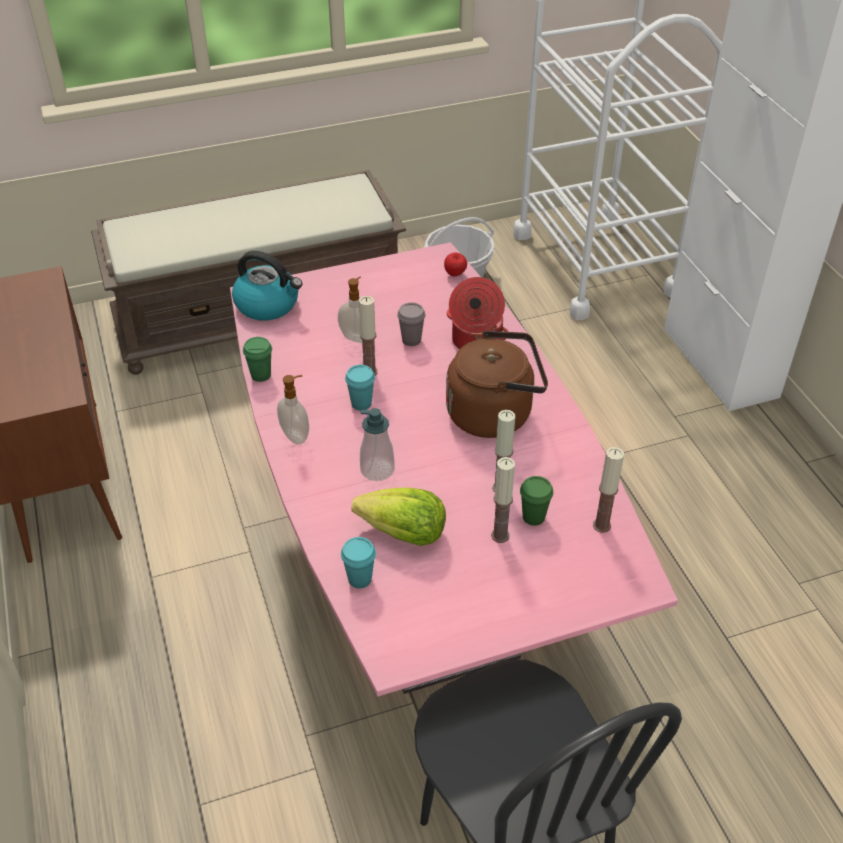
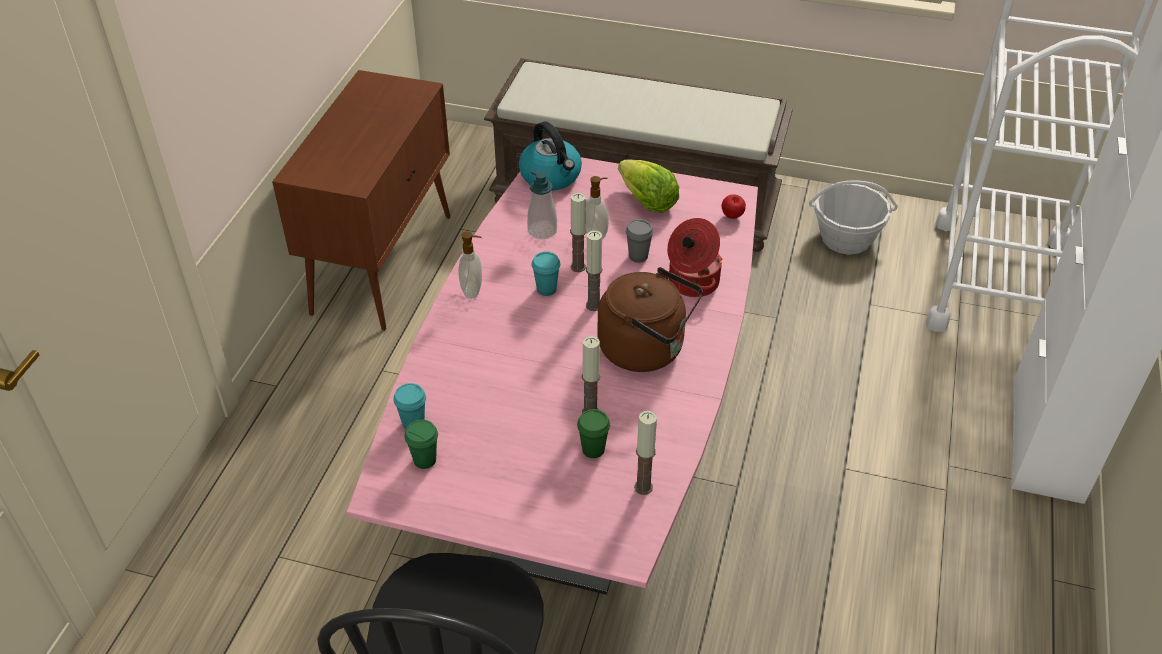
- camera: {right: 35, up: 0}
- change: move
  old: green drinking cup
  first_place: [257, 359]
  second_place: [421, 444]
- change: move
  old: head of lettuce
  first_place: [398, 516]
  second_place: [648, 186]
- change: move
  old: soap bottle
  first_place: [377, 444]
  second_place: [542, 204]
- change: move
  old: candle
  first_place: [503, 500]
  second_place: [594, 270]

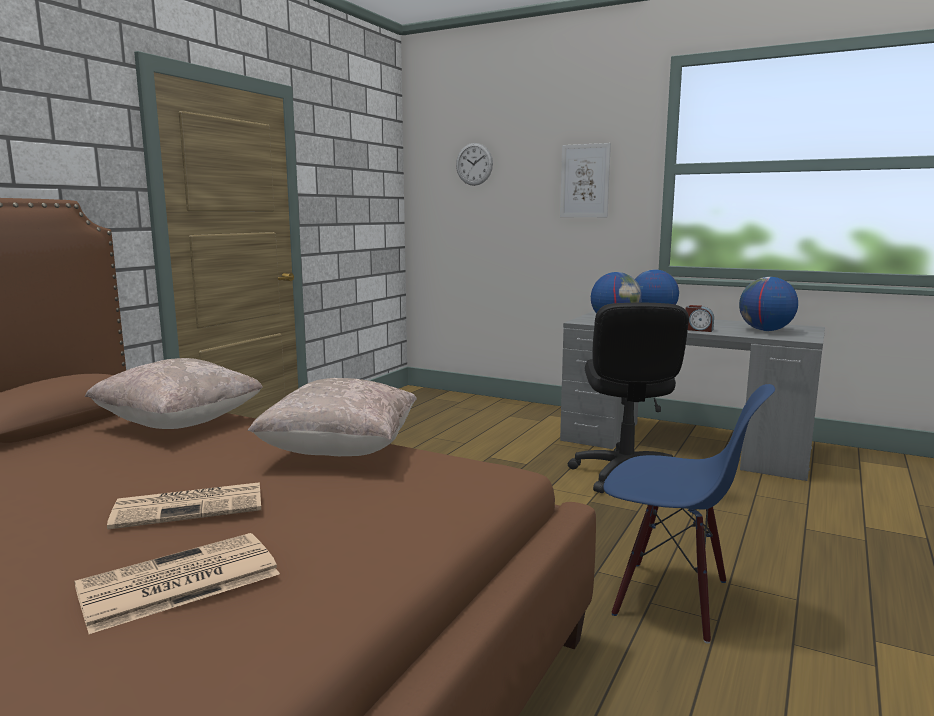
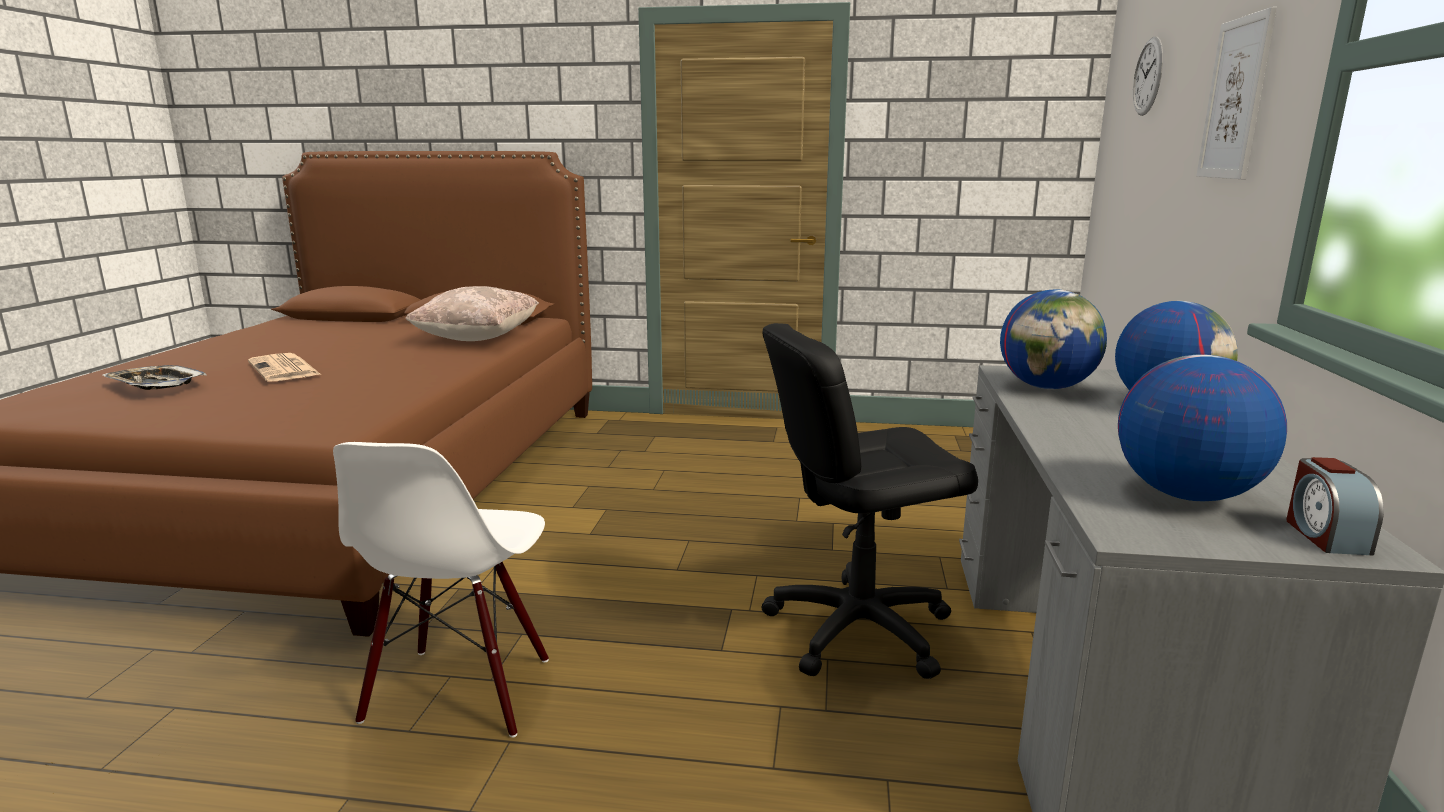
- camera: {right: 70, up: 5}
- change: delete
  old: beige-coloured throw pillow
  first_place: [332, 417]
- change: move
  old: alarm clock
  first_place: [700, 318]
  second_place: [1335, 506]
- change: replace
  old: printed paper
  new: serving tray
  first_place: [177, 583]
  second_place: [154, 377]
- change: recolor
  old: blue-coloured chair
  new: whitish chair
  first_place: [689, 514]
  second_place: [441, 590]

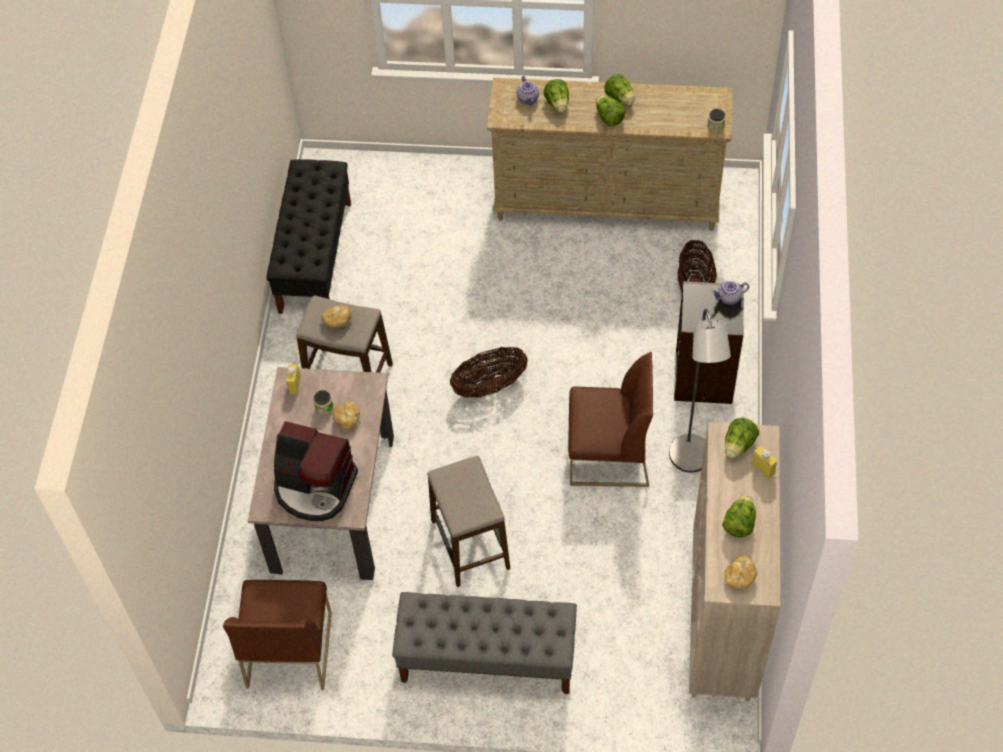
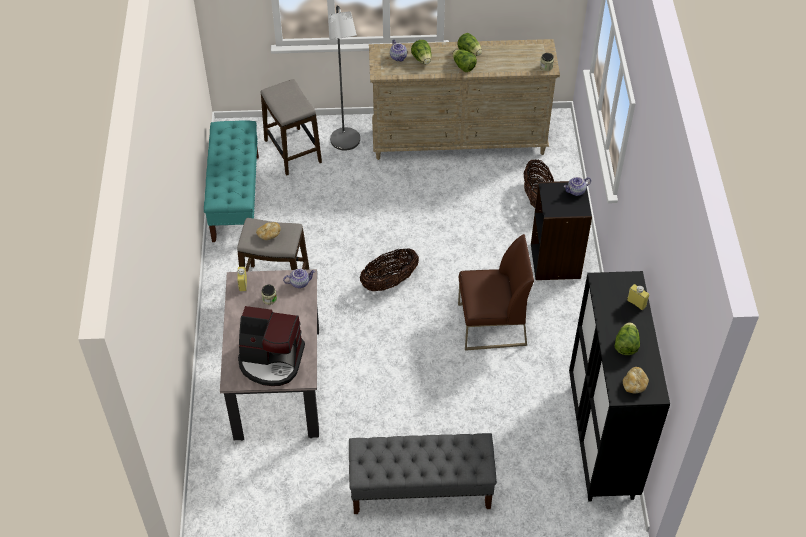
- camera: {right: -10, up: -5}
- change: delete
  old: brownish chair
  first_place: [277, 635]
- change: delete
  old: bakery bread
  first_place: [346, 415]
- change: delete
  old: head of lettuce
  first_place: [742, 438]
- change: insert
  new: tea pot
  second_place: [299, 278]
- change: move
  old: sitting stool
  first_place: [469, 521]
  second_place: [291, 127]
- change: move
  old: grey standard lamp
  first_place: [700, 391]
  second_place: [344, 78]
- change: recolor
  old: black-coloured long seat
  new: turquoise-coloured long seat
  first_place: [308, 236]
  second_place: [231, 181]
- change: recolor
  old: beige-coloured storage cabinet
  new: black-coloured storage cabinet
  first_place: [734, 561]
  second_place: [619, 386]

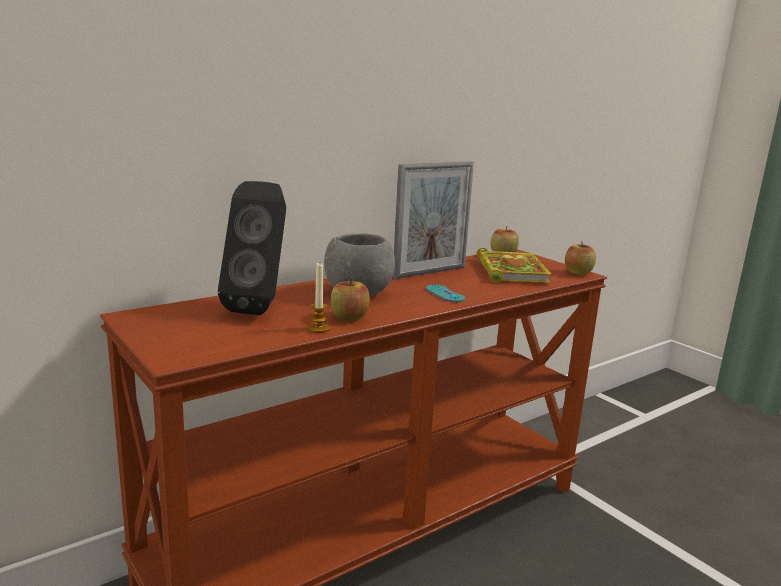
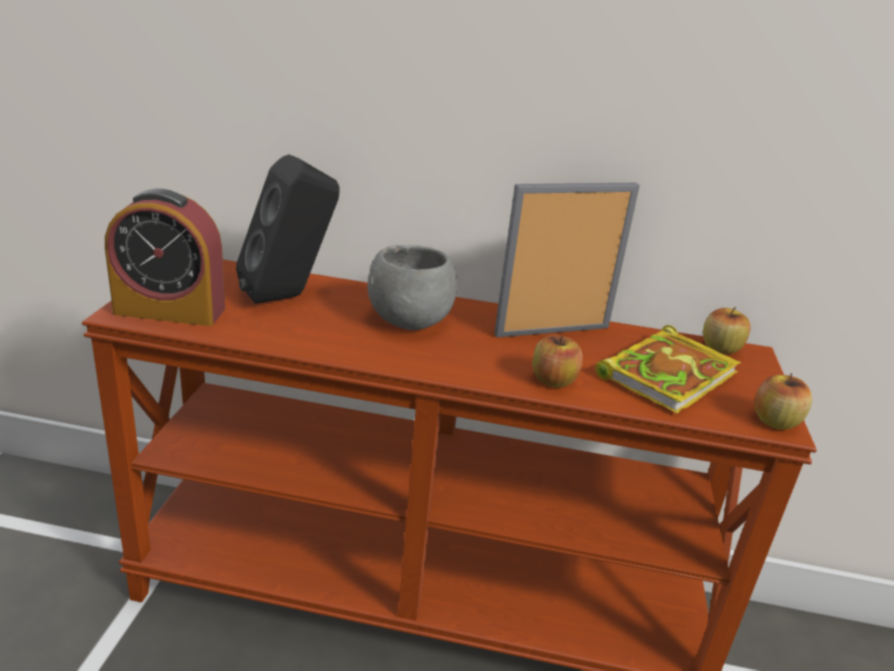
- camera: {right: 45, up: 10}
- change: delete
  old: candle
  first_place: [318, 298]
- change: delete
  old: turquoise-coloured gamepad
  first_place: [445, 293]
- change: insert
  new: alarm clock
  second_place: [165, 257]
- change: move
  old: apple fruit
  first_place: [350, 299]
  second_place: [558, 361]
- change: rotate
  old: photo frame
  first_place: [433, 220]
  second_place: [567, 260]
  degrees: 150

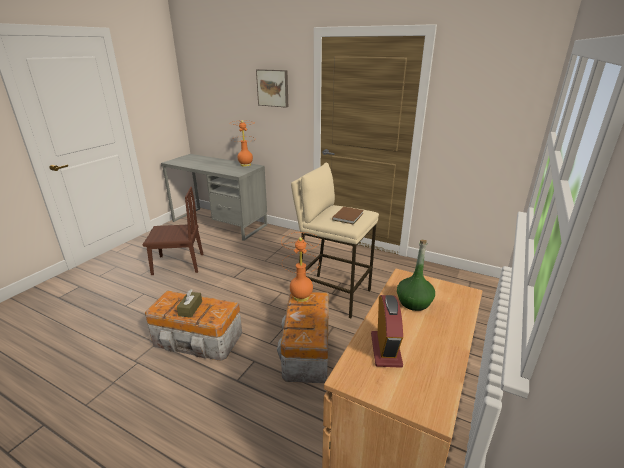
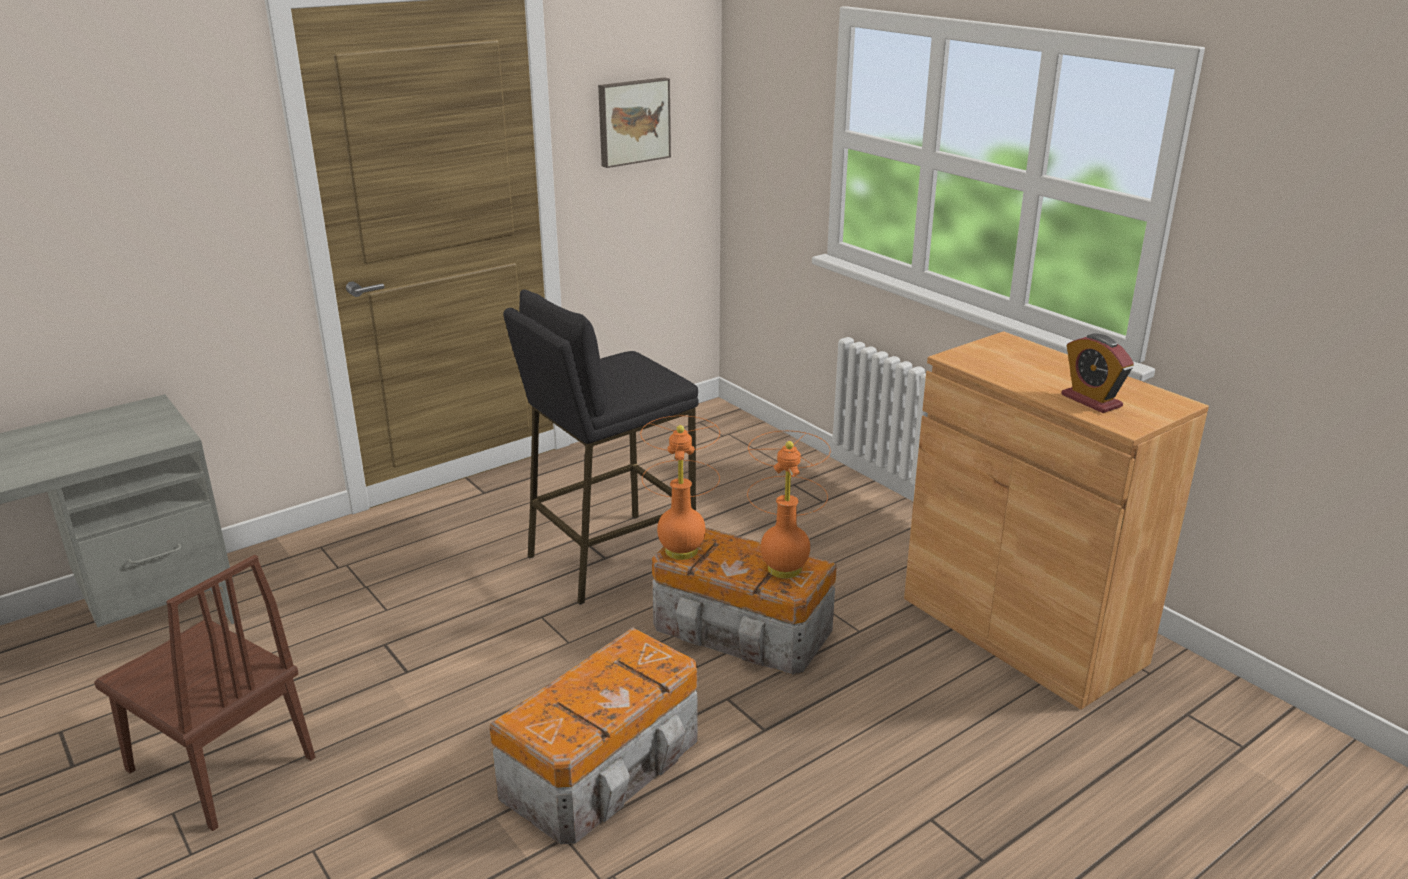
- camera: {right: -65, up: 0}
- change: delete
  old: brownish tissue holder
  first_place: [189, 303]
- change: delete
  old: brownish book
  first_place: [348, 216]
- change: delete
  old: green bottle
  first_place: [416, 275]
- change: move
  old: orange lamp for a table
  first_place: [243, 143]
  second_place: [789, 505]
- change: move
  old: picture
  first_place: [272, 88]
  second_place: [634, 122]
- change: recolor
  old: beige-coloured sitting stool
  new: black-coloured sitting stool
  first_place: [335, 240]
  second_place: [601, 447]
- change: rotate
  old: brownish chair
  first_place: [172, 231]
  second_place: [204, 693]
  degrees: 105
- change: rotate
  old: alarm clock
  first_place: [387, 331]
  second_place: [1098, 373]
  degrees: -150

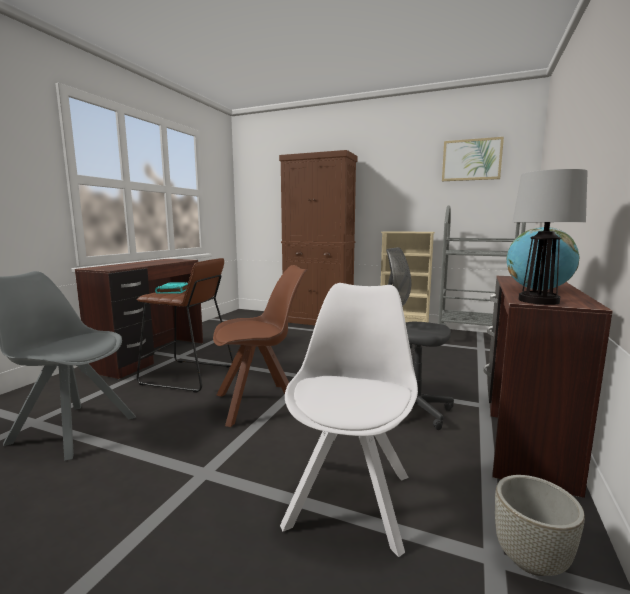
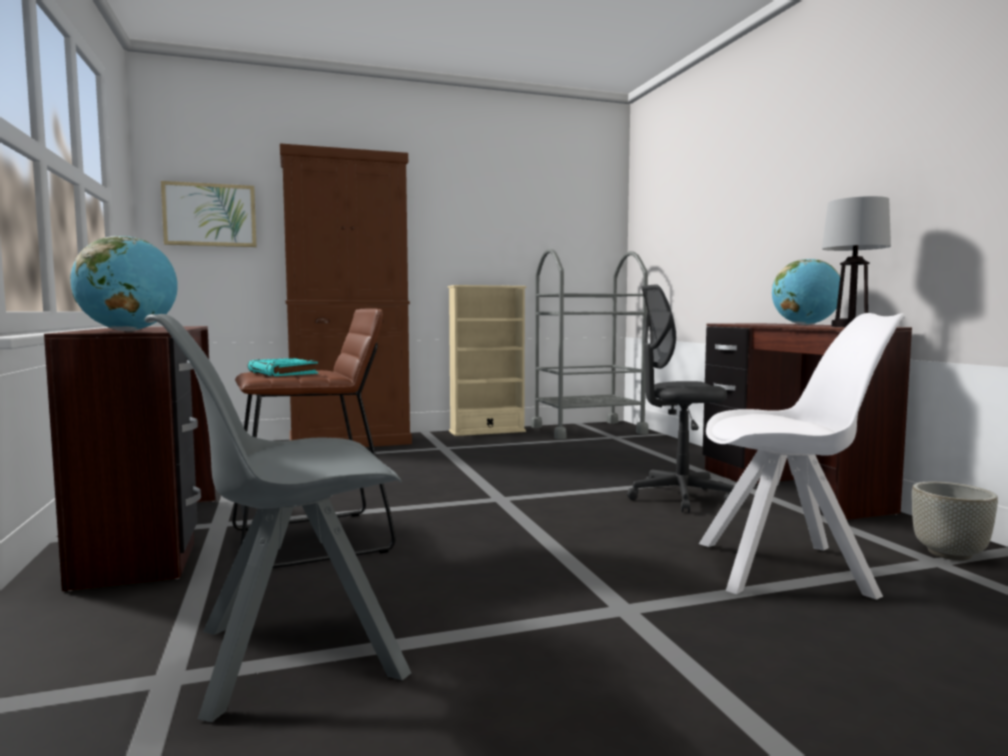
- camera: {right: -40, up: -5}
- change: delete
  old: brownish chair
  first_place: [260, 346]
- change: insert
  new: globe
  second_place: [124, 283]
- change: move
  old: picture
  first_place: [473, 159]
  second_place: [209, 214]
- change: rotate
  old: whitish chair
  first_place: [349, 420]
  second_place: [802, 456]
  degrees: 120

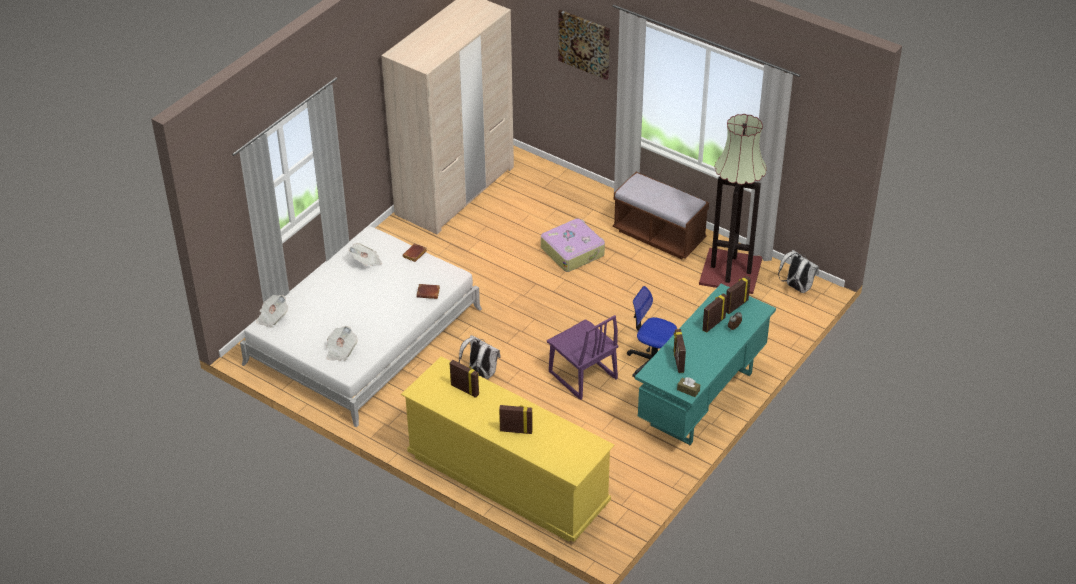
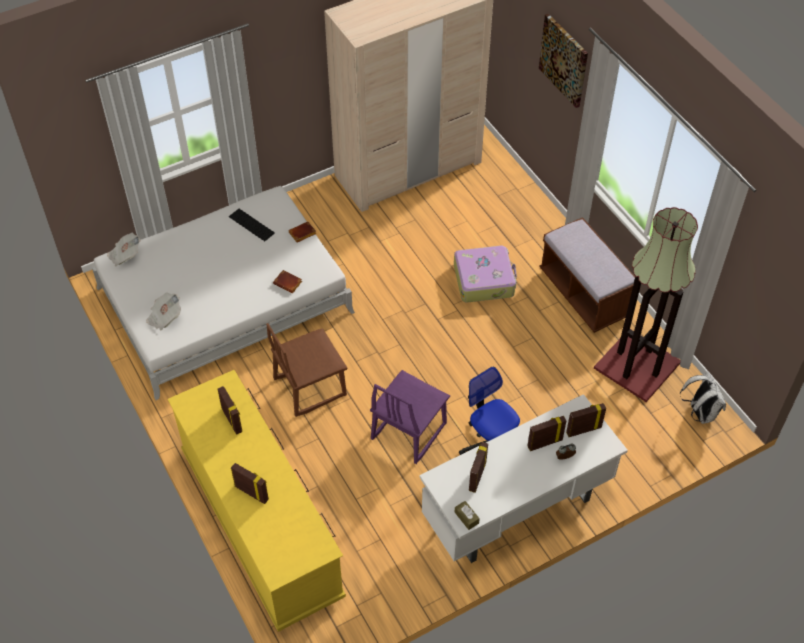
- camera: {right: 25, up: 10}
- change: replace
  old: printed paper
  new: PC keyboard
  first_place: [365, 254]
  second_place: [252, 225]
- change: replace
  old: whitish backpack
  new: brownish chair
  first_place: [480, 357]
  second_place: [306, 370]
- change: recolor
  old: turquoise-coloured desk table
  new: whitish desk table
  first_place: [705, 364]
  second_place: [524, 478]
- change: rotate
  old: purple-coloured chair
  first_place: [582, 357]
  second_place: [410, 417]
  degrees: 45

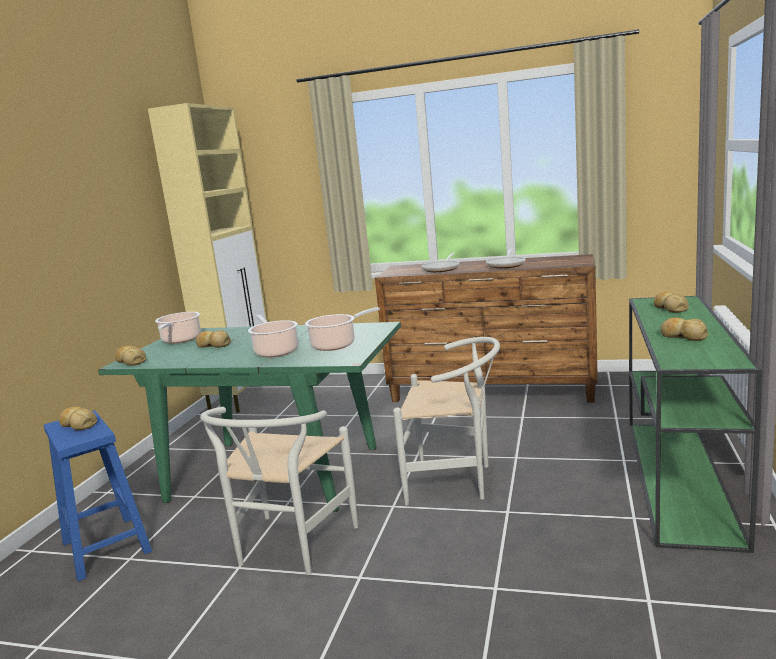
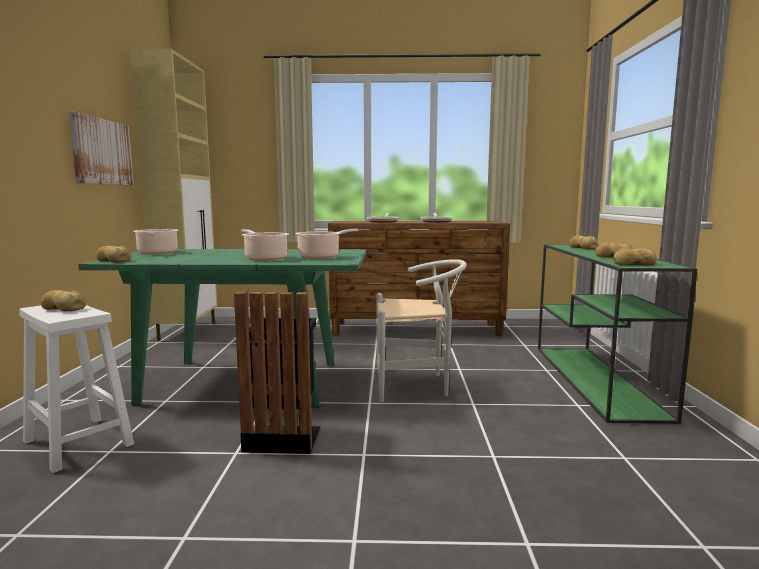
- camera: {right: -15, up: -5}
- change: insert
  new: picture
  second_place: [101, 148]
- change: move
  old: bakery bread
  first_place: [213, 339]
  second_place: [634, 257]
- change: replace
  old: whitish chair
  new: black-coloured trash can
  first_place: [279, 491]
  second_place: [277, 373]
- change: recolor
  old: blue-coloured sitting stool
  new: whitish sitting stool
  first_place: [98, 496]
  second_place: [76, 389]

